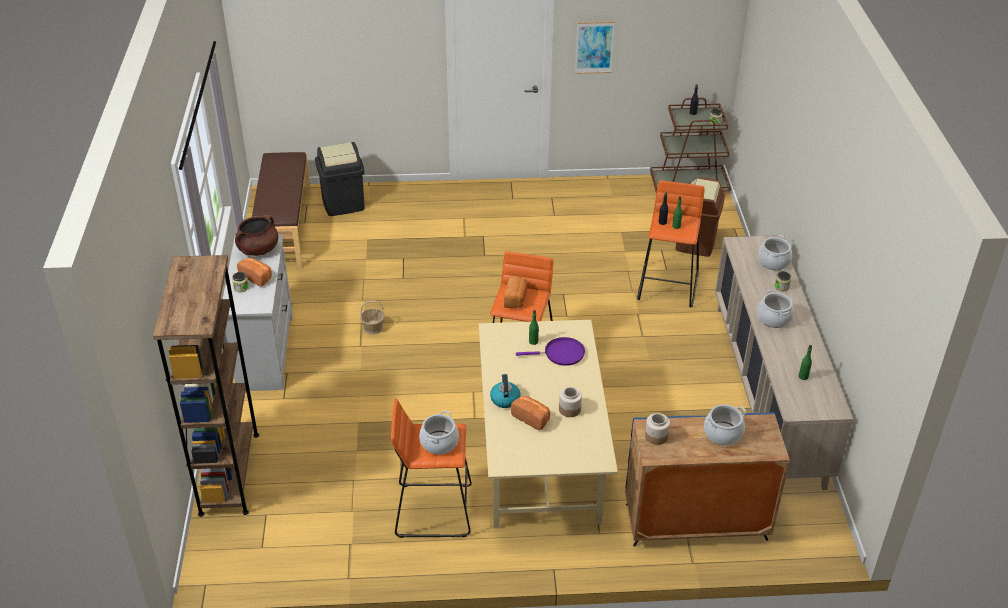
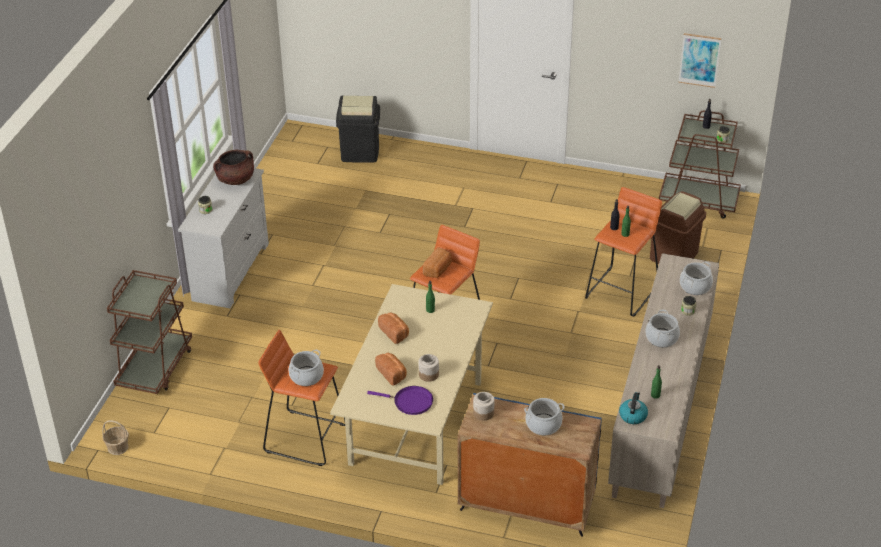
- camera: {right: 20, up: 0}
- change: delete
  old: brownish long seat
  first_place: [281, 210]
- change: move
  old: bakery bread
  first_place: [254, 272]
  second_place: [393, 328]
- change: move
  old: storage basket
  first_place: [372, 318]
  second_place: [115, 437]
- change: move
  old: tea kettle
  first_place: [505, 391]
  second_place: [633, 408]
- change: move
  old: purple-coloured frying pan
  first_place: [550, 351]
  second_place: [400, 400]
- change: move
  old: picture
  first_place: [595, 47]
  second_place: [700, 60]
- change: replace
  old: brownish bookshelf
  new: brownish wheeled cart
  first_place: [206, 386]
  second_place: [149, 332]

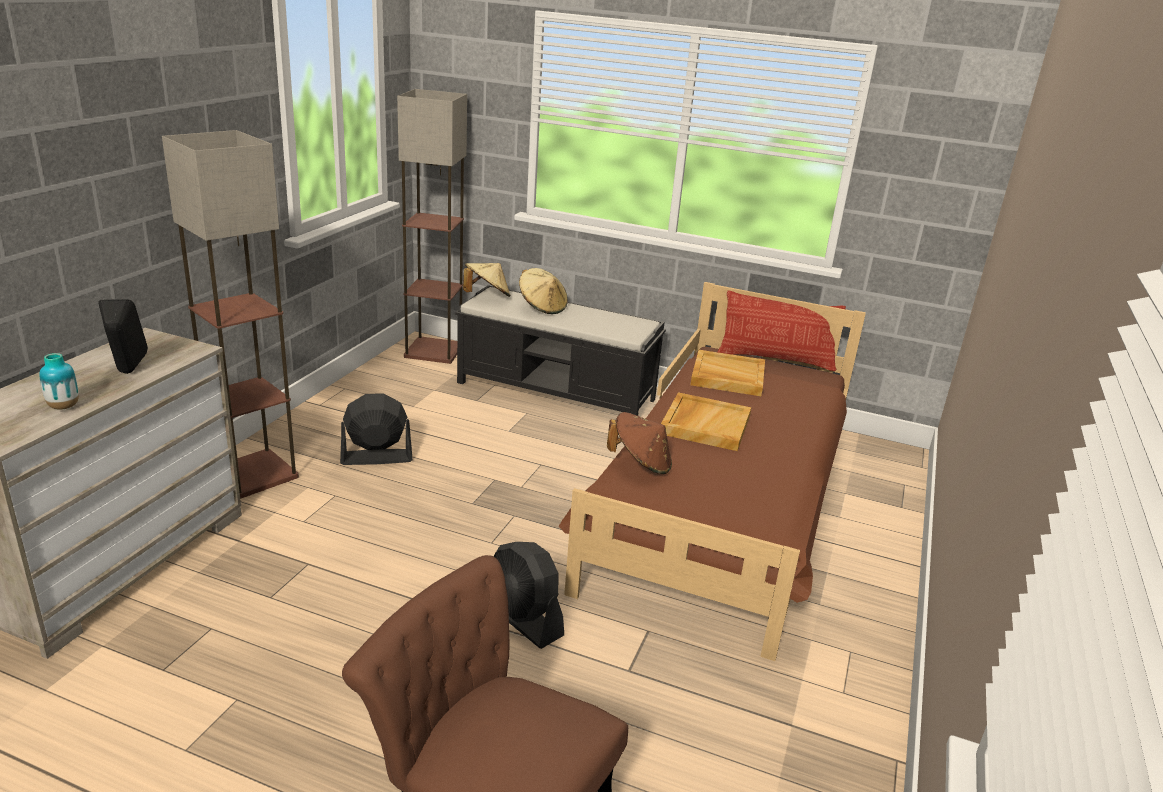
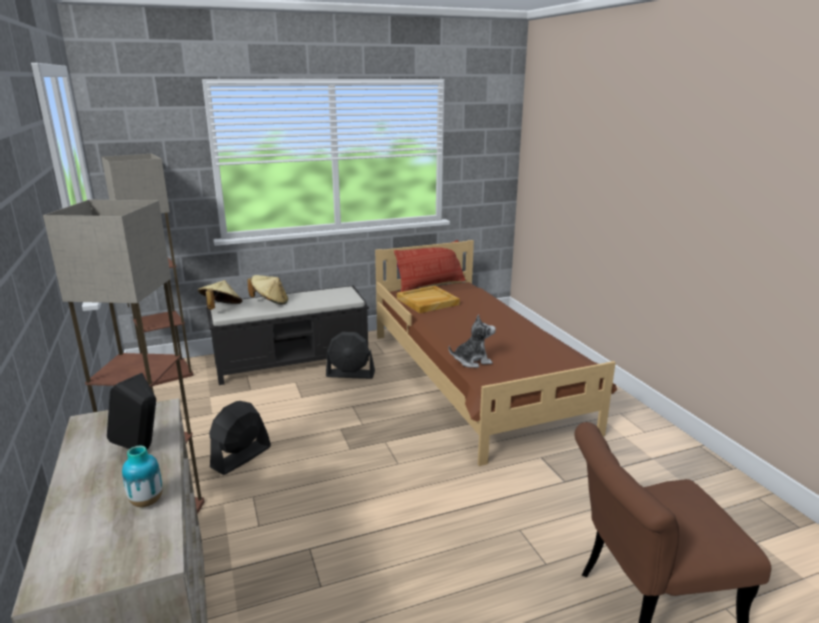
- camera: {right: -40, up: -5}
- change: delete
  old: beige-coloured serving tray
  first_place: [706, 421]
- change: move
  old: black-coloured electric fan
  first_place: [528, 595]
  second_place: [350, 355]
- change: replace
  old: brownish wearable hat
  new: cuddly toy
  first_place: [639, 443]
  second_place: [472, 341]

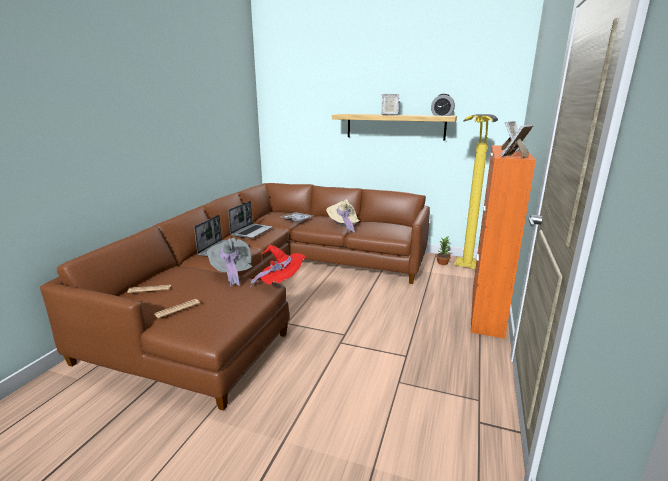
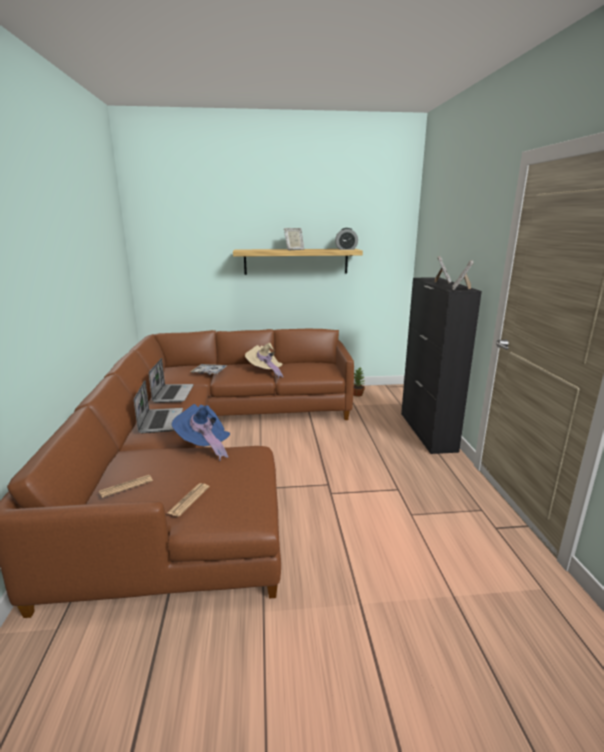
- camera: {right: -25, up: 0}
- change: delete
  old: red-coloured wearable hat
  first_place: [278, 266]
- change: delete
  old: yellow-coloured standard lamp
  first_place: [476, 192]
- change: recolor
  old: grey wearable hat
  new: blue-coloured wearable hat
  first_place: [230, 262]
  second_place: [201, 432]
- change: recolor
  old: orange storage cabinet
  new: black-coloured storage cabinet
  first_place: [503, 242]
  second_place: [441, 365]

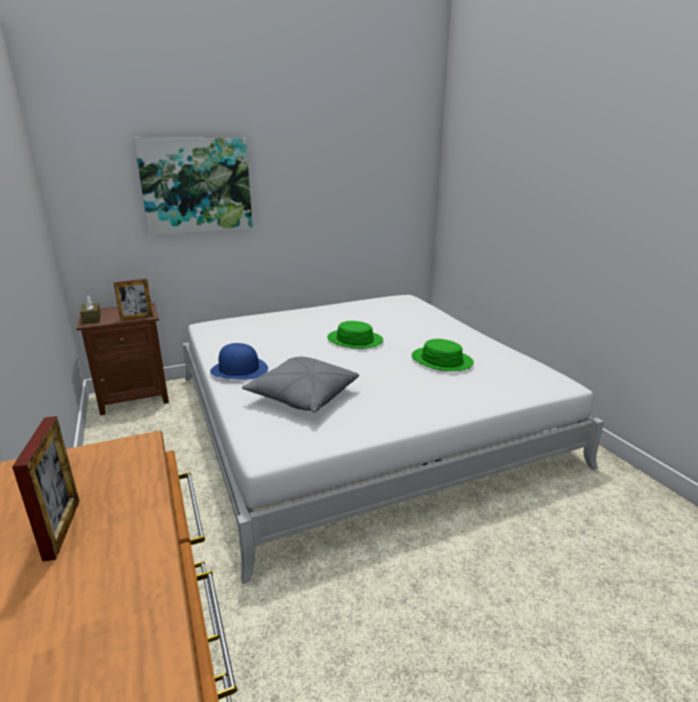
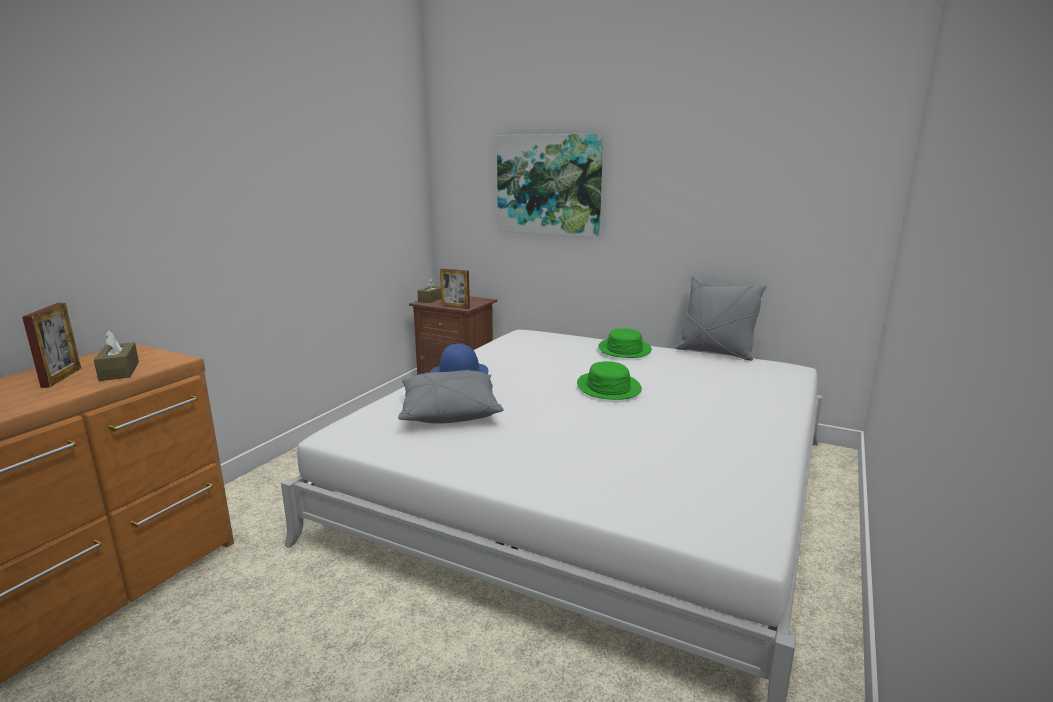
- camera: {right: 50, up: -5}
- change: insert
  new: brownish tissue holder
  second_place: [116, 355]
- change: insert
  new: grey throw pillow
  second_place: [721, 319]
- change: move
  old: green wearable hat
  first_place: [443, 355]
  second_place: [625, 343]
- change: rotate
  old: photo frame
  first_place: [45, 489]
  second_place: [51, 345]
  degrees: -45

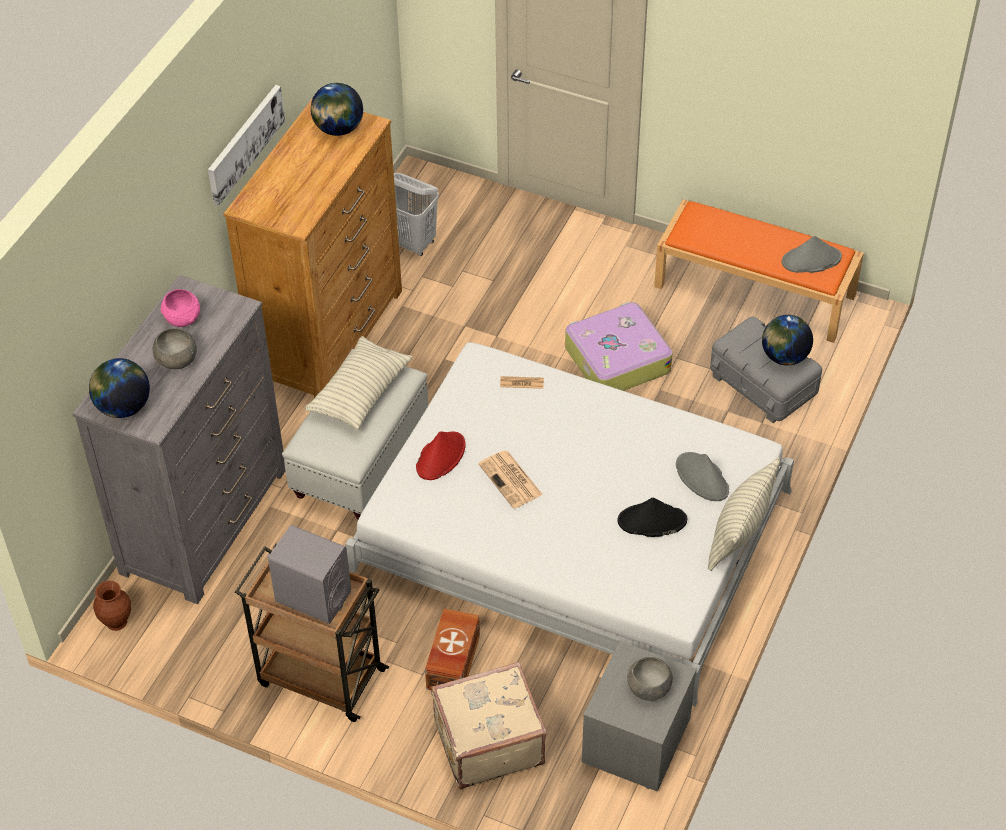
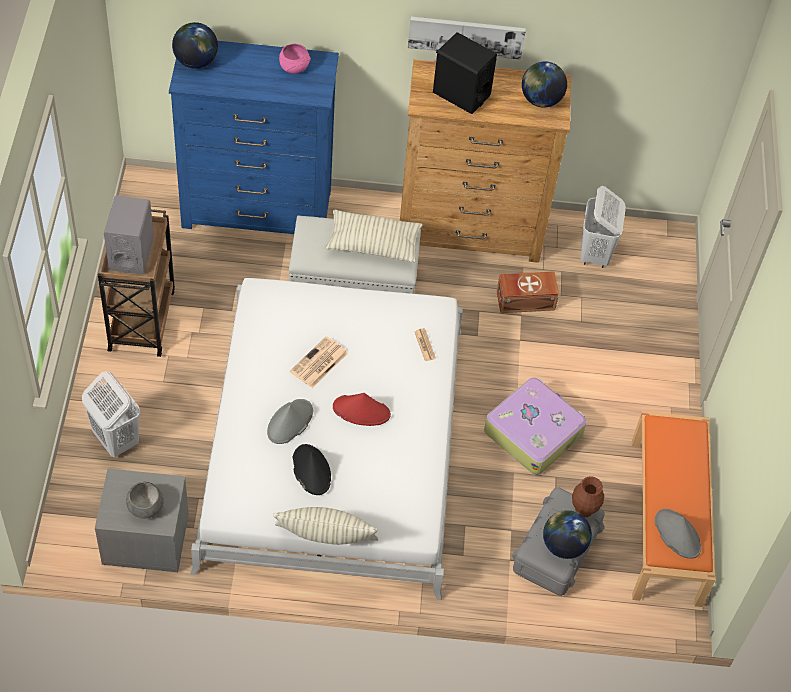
- camera: {right: 65, up: 5}
- change: delete
  old: grey deep dish
  first_place: [175, 348]
- change: insert
  new: black-coloured speaker
  second_place: [465, 73]
- change: move
  old: brownish vase
  first_place: [112, 606]
  second_place: [588, 496]
- change: move
  old: red-coloured wearable hat
  first_place: [441, 455]
  second_place: [362, 409]
- change: move
  old: brownish storage bin
  first_place: [452, 649]
  second_place: [528, 292]
- change: move
  old: grey wearable hat
  first_place: [702, 476]
  second_place: [290, 421]
- change: replace
  old: beige-coloured piece of luggage
  new: whitish hamper
  first_place: [489, 725]
  second_place: [111, 414]
- change: recolor
  old: grey dresser
  new: blue-coloured dresser
  first_place: [178, 439]
  second_place: [254, 137]

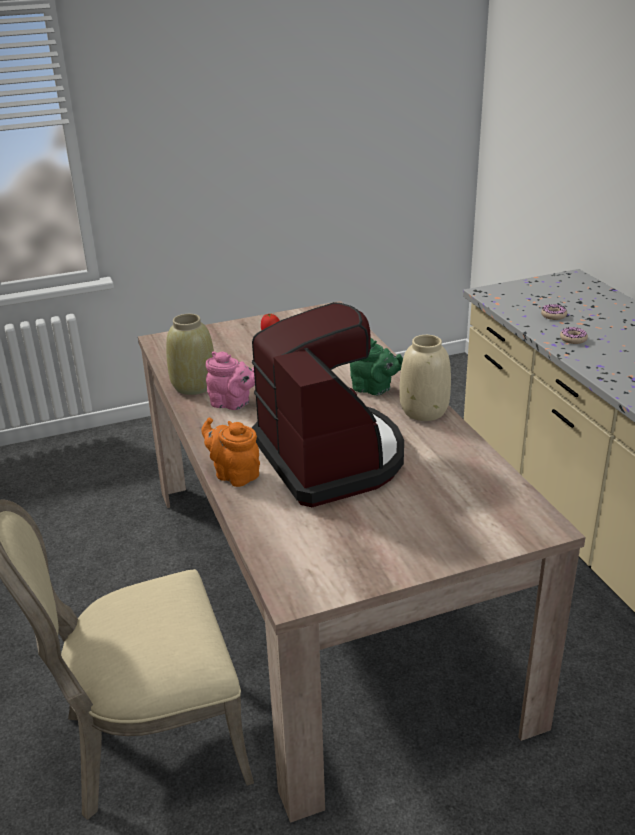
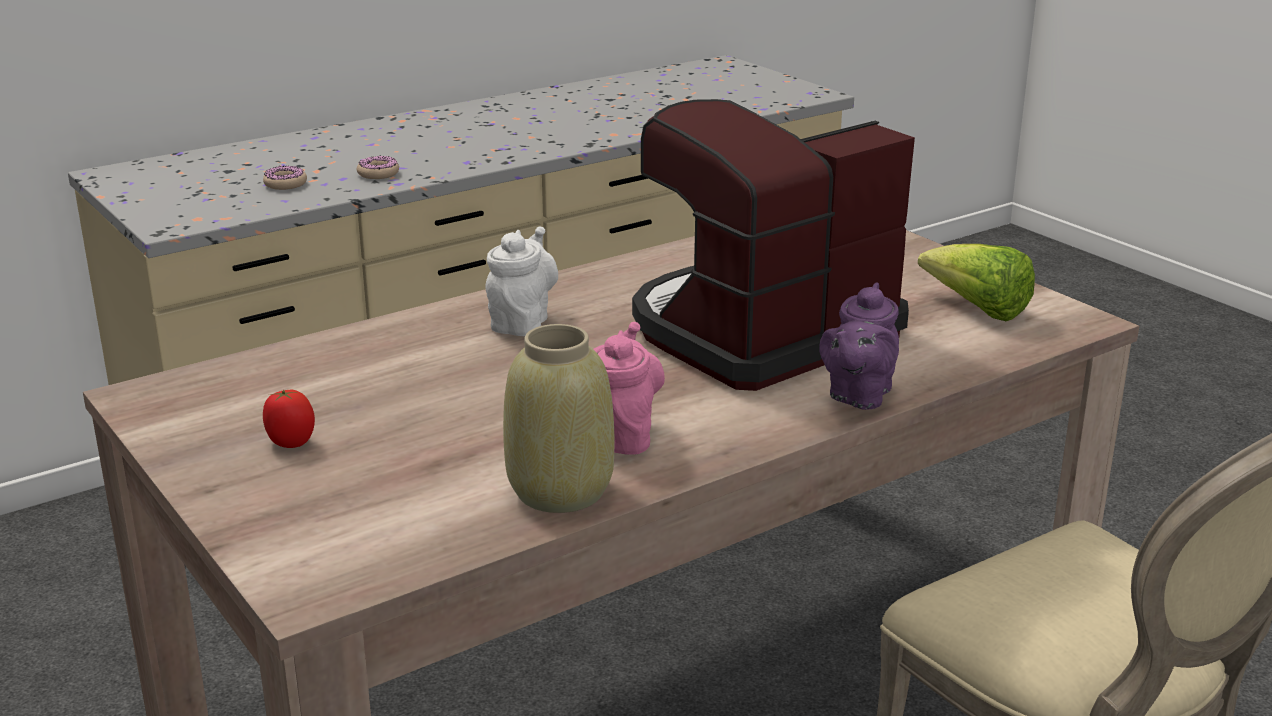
- camera: {right: -105, up: -5}
- change: delete
  old: beige-coloured vase
  first_place: [425, 378]
- change: insert
  new: head of lettuce
  second_place: [976, 282]
- change: recolor
  old: orange tea pot
  new: purple-coloured tea pot
  first_place: [230, 452]
  second_place: [859, 346]
- change: recolor
  old: green tea pot
  new: whitish tea pot
  first_place: [376, 366]
  second_place: [521, 281]

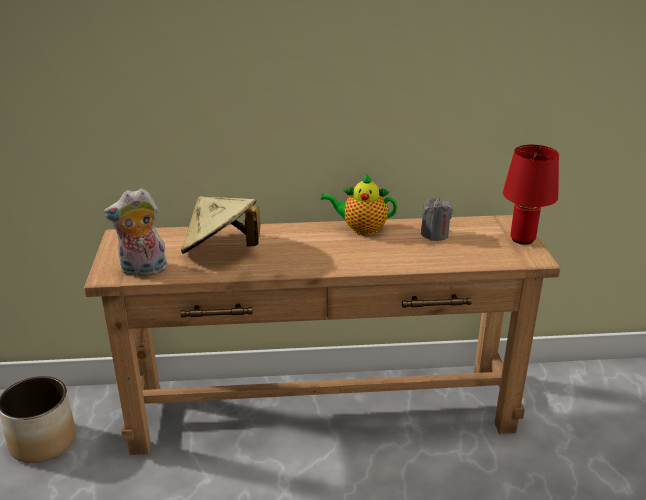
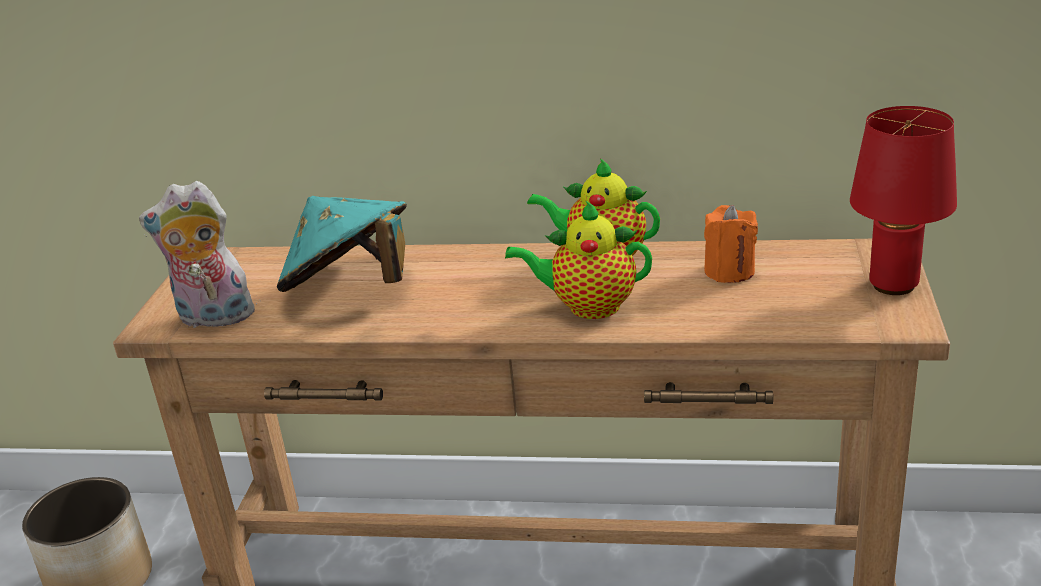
- camera: {right: 15, up: 0}
- change: insert
  new: tea pot
  second_place: [578, 259]
- change: recolor
  old: beige-coloured wearable hat
  new: turquoise-coloured wearable hat
  first_place: [220, 225]
  second_place: [342, 244]
- change: recolor
  old: grey candle
  new: orange candle
  first_place: [437, 219]
  second_place: [731, 244]

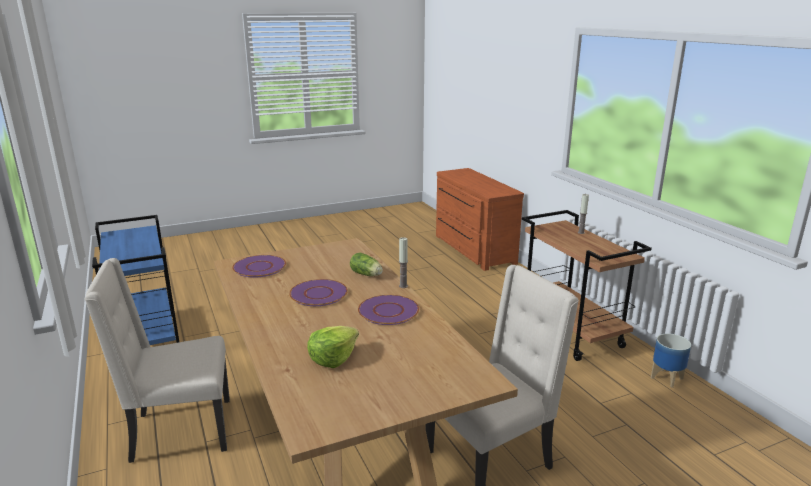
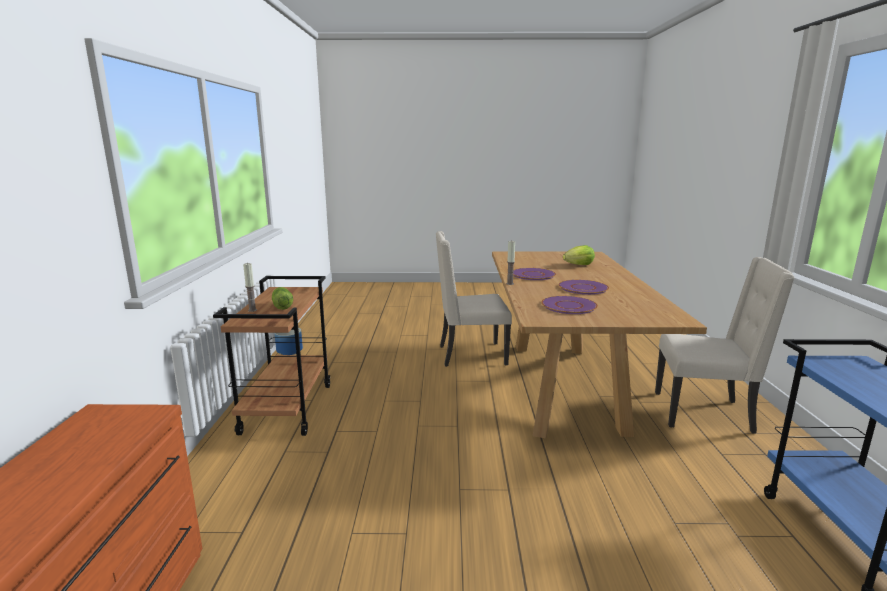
- camera: {right: -155, up: -5}
- change: move
  old: purple-coloured flat dish
  first_place: [259, 266]
  second_place: [569, 305]
- change: move
  old: head of lettuce
  first_place: [366, 264]
  second_place: [282, 298]

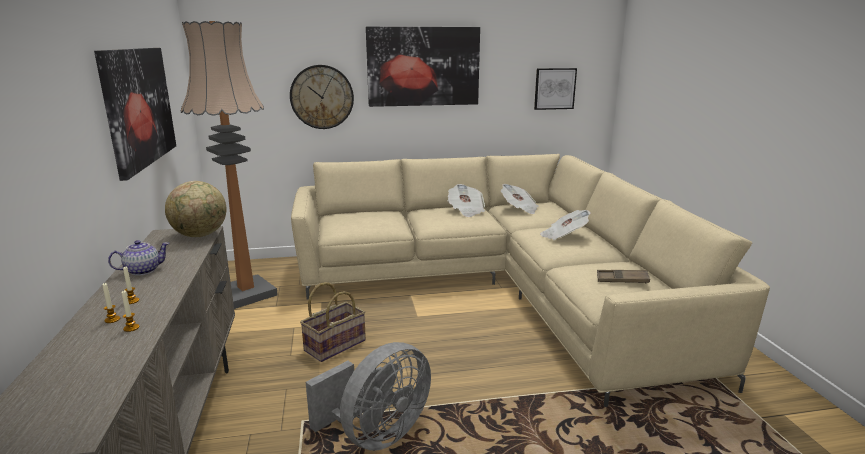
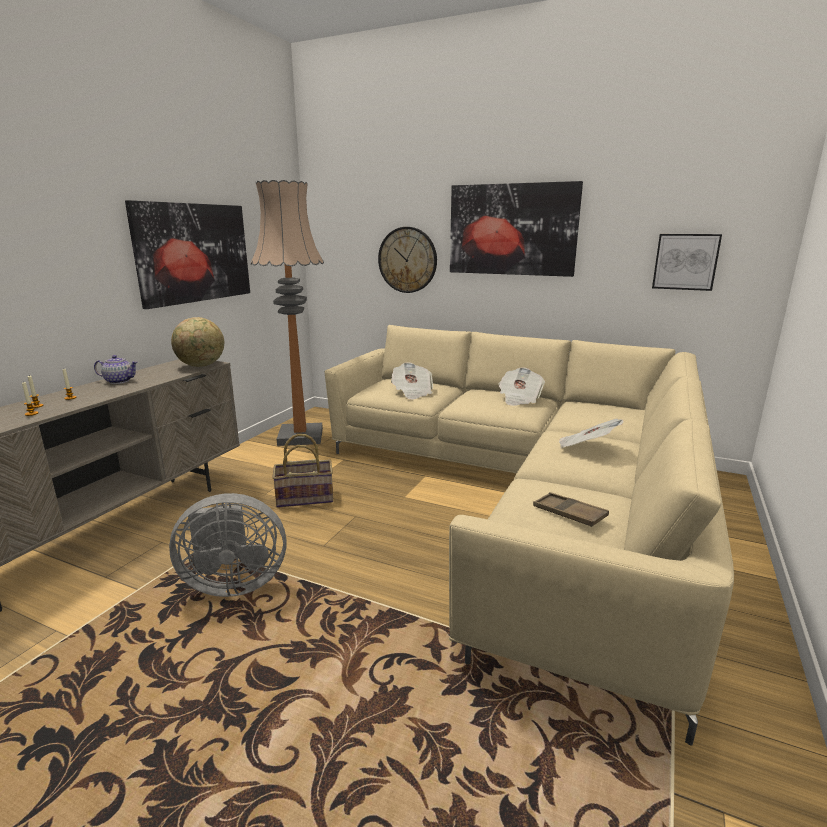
- camera: {right: 35, up: 0}
- change: move
  old: printed paper
  first_place: [520, 199]
  second_place: [412, 381]

